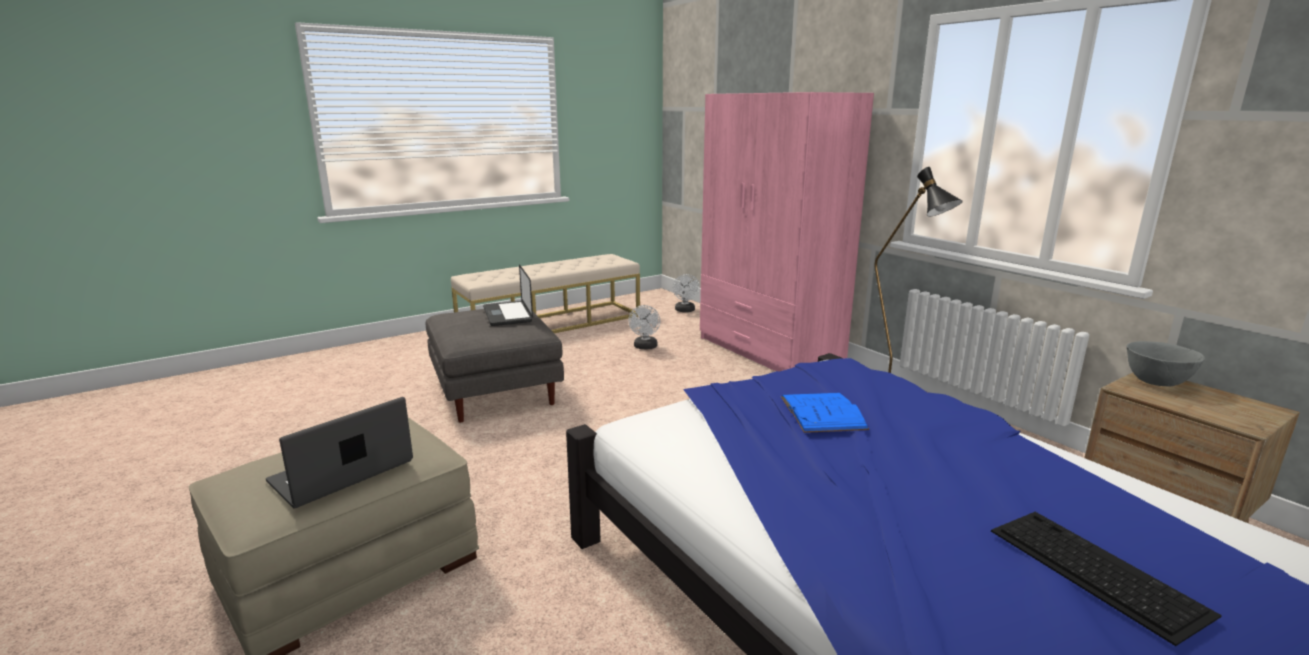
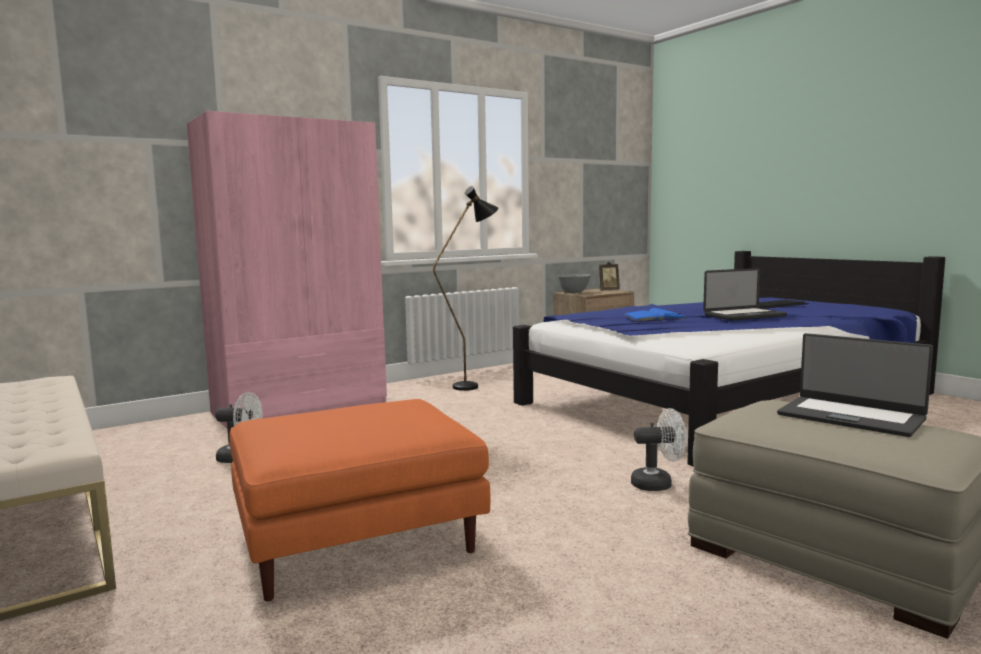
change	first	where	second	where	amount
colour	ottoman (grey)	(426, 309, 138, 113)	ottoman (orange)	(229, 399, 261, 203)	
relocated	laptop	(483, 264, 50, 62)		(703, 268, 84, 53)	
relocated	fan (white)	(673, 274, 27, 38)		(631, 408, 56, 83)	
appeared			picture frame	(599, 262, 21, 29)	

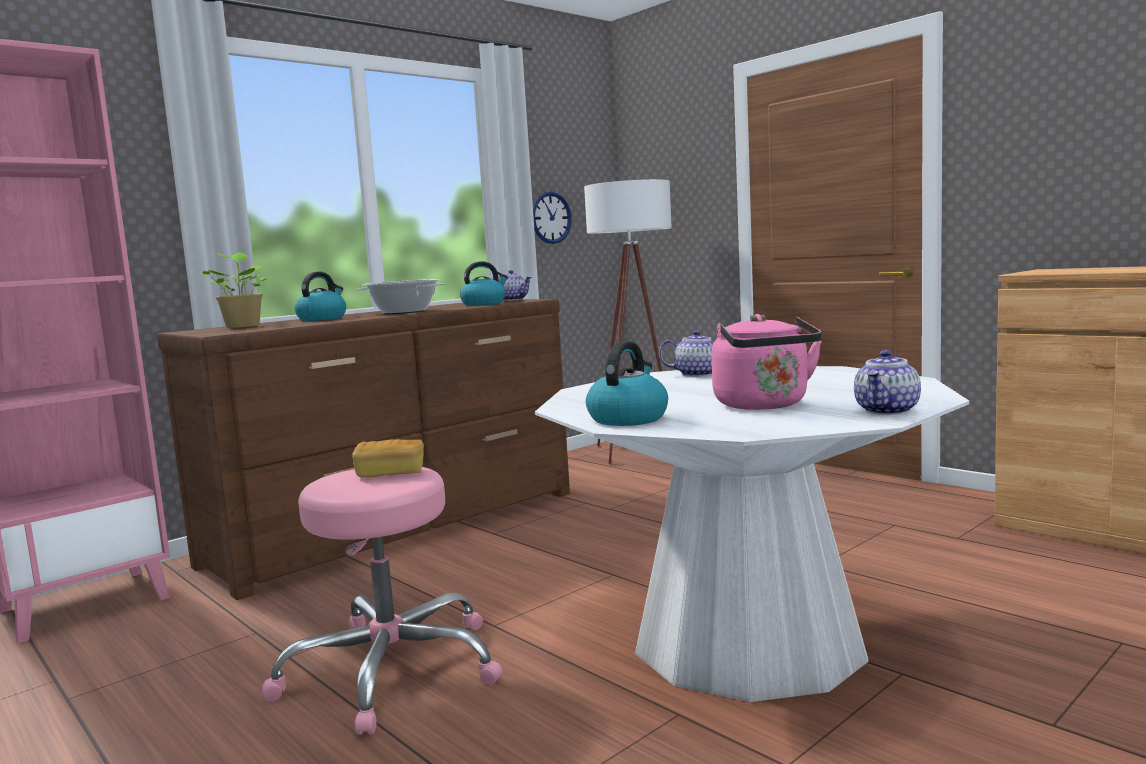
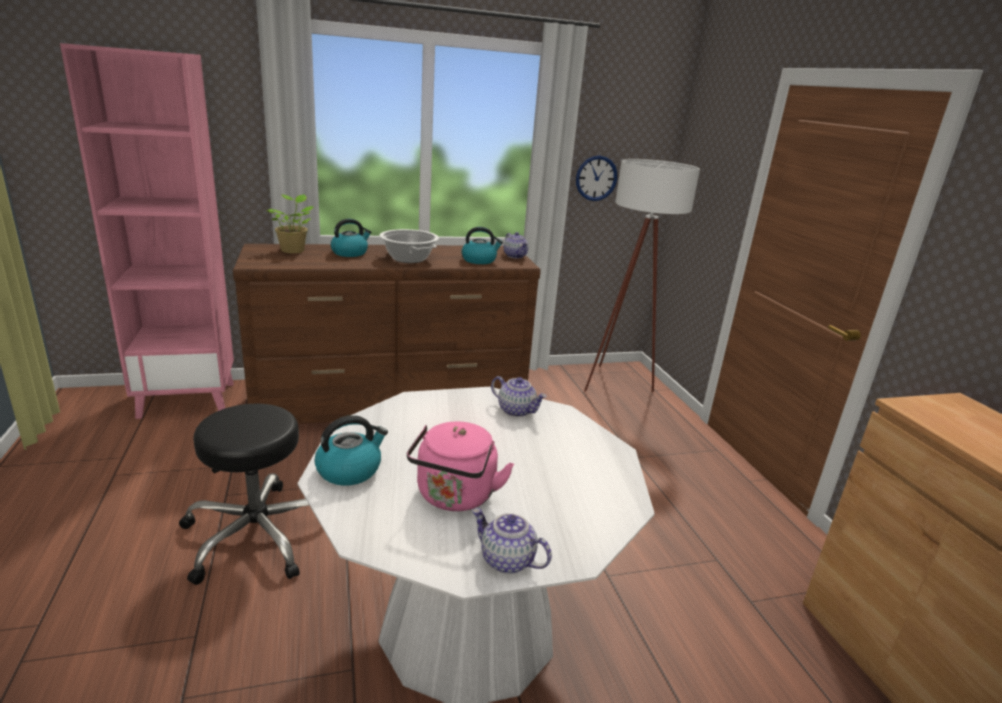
change	first	where	second	where	amount
colour	stool (pink)	(262, 467, 241, 267)	stool (black)	(179, 404, 130, 181)	
missing	bread	(352, 439, 72, 39)			
spun	teapot	(854, 350, 67, 65)		(472, 508, 80, 66)	60 degrees clockwise

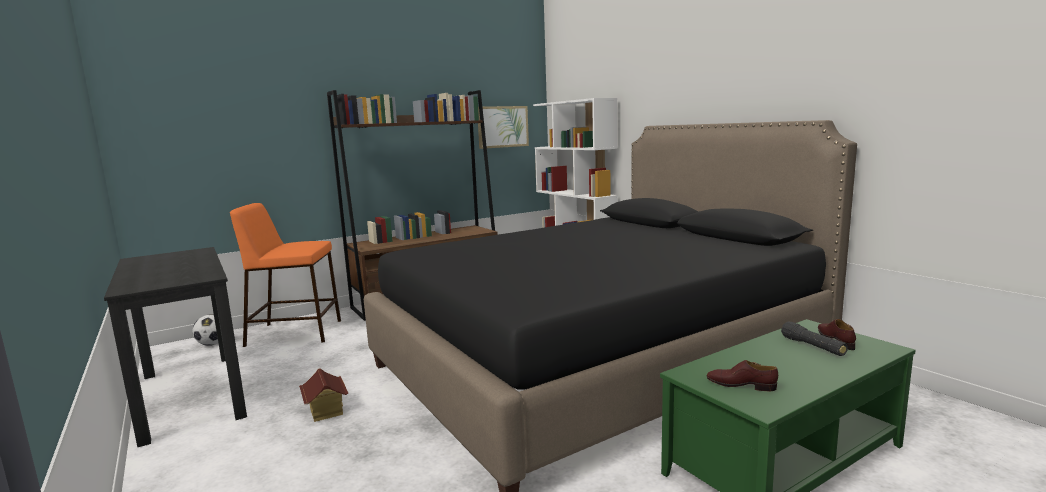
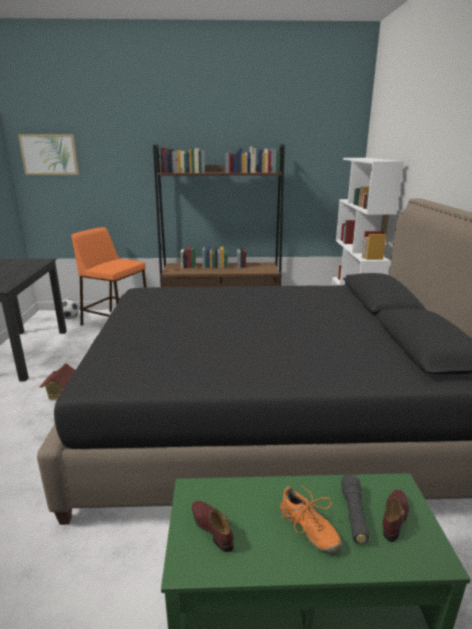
change	first	where	second	where	amount
relocated	picture	(478, 106, 51, 43)		(18, 134, 61, 41)	
appeared			shoe (orange)	(280, 485, 62, 68)	

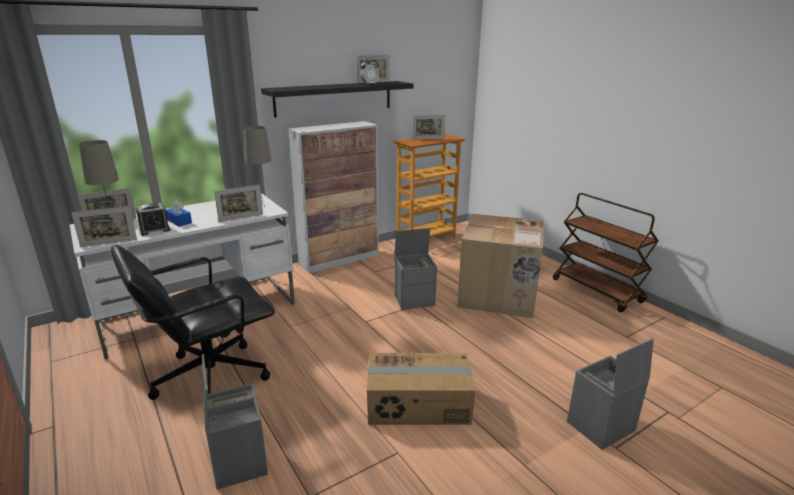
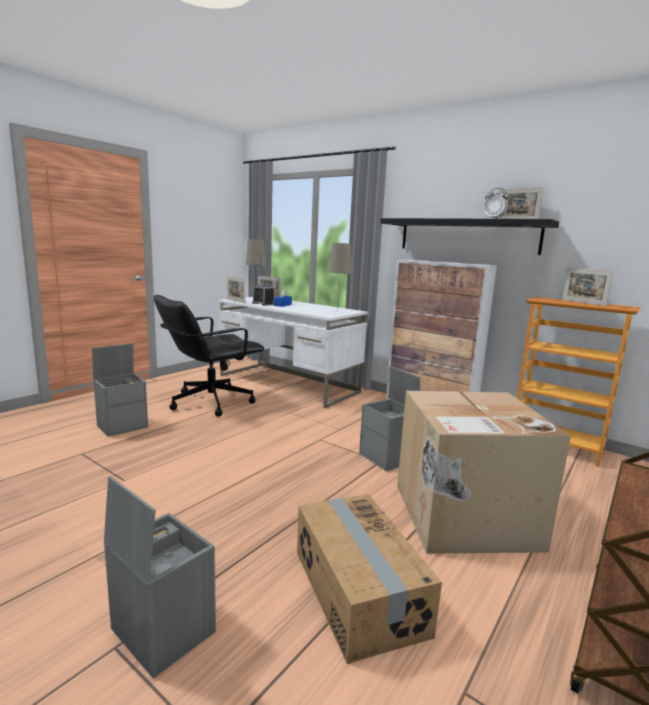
change	first	where	second	where	amount
spun	office chair (black)	(111, 245, 164, 155)		(154, 295, 110, 122)	75 degrees counterclockwise
missing	picture frame	(214, 185, 49, 37)			
relocated	cardboard box	(367, 353, 108, 72)		(297, 494, 145, 170)	

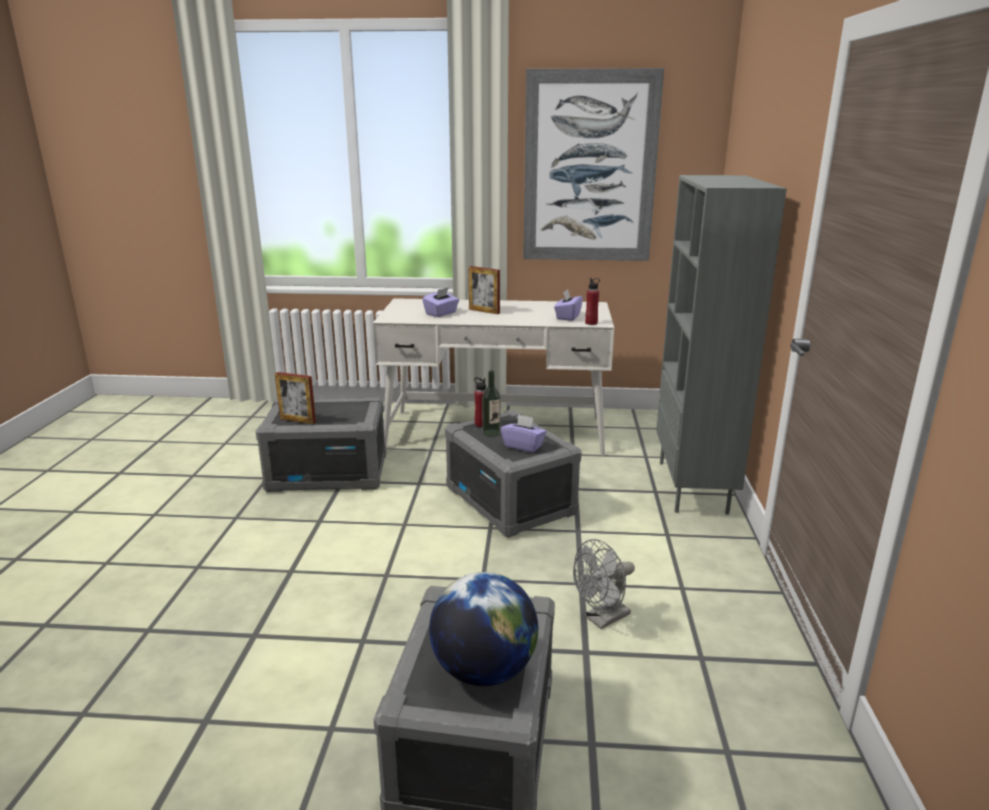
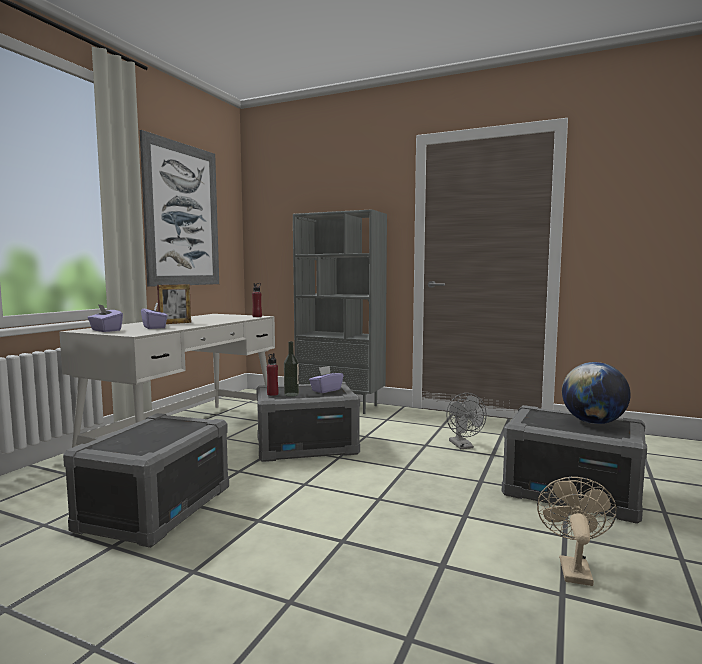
change	first	where	second	where	amount
missing	picture frame	(275, 372, 41, 52)			
relocated	tissue box (purple)	(554, 289, 29, 32)		(88, 304, 35, 28)	
appeared			fan (beige)	(537, 477, 80, 109)	

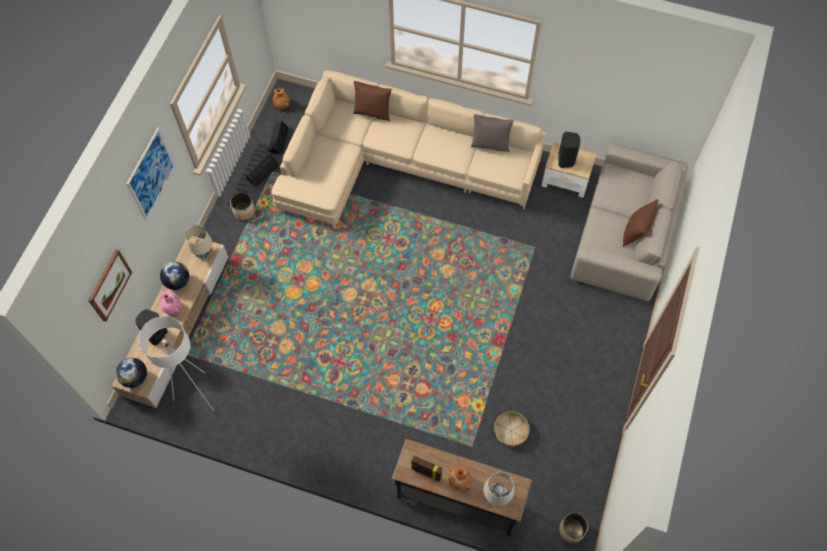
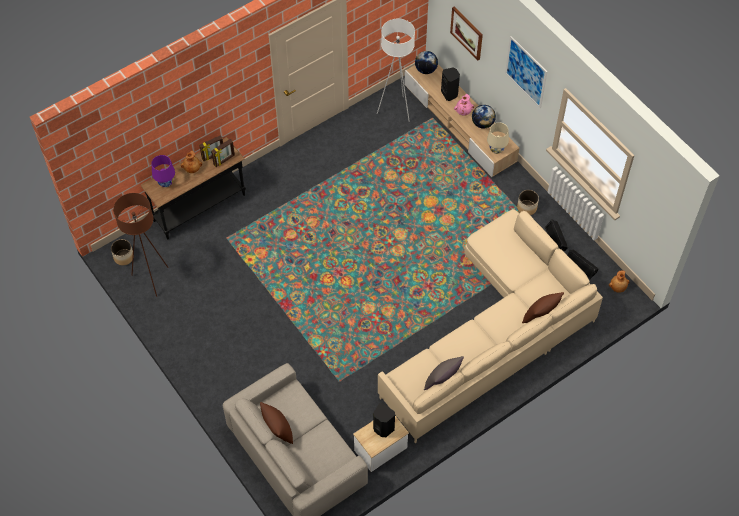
change	first	where	second	where	amount
colour	table lamp (white)	(484, 472, 30, 34)	table lamp (purple)	(152, 155, 23, 32)	
missing	basket	(494, 411, 35, 36)			
appeared			floor lamp (brown)	(113, 193, 55, 104)	
appeared			picture frame	(211, 139, 24, 28)	

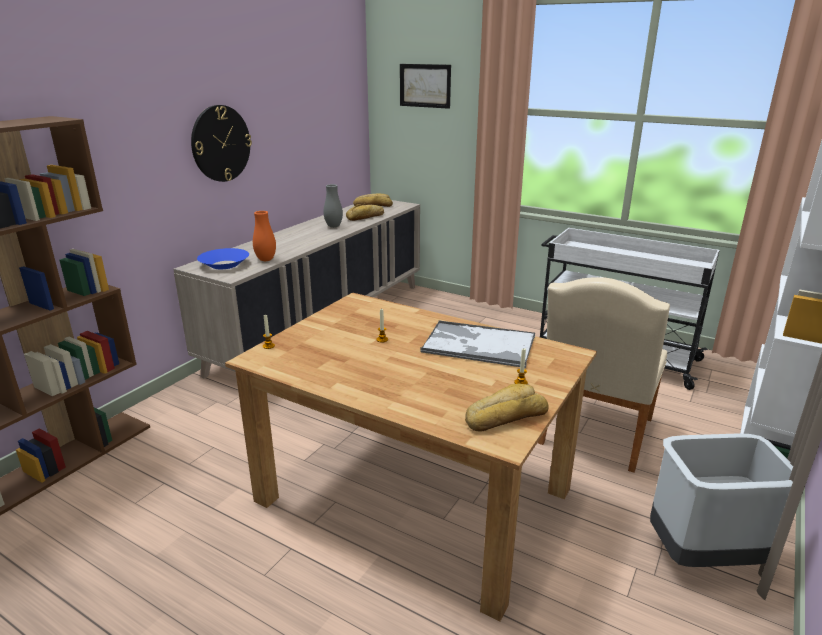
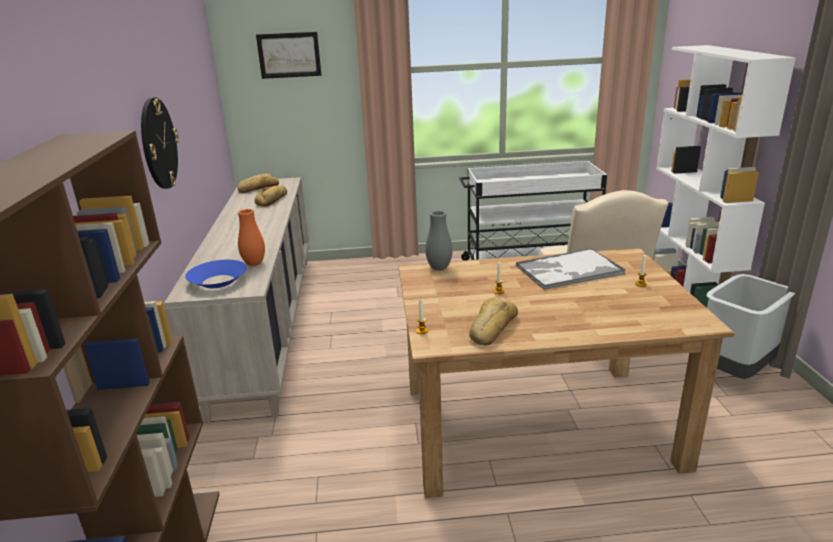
change	first	where	second	where	amount
relocated	vase (grey)	(323, 184, 20, 44)		(425, 211, 28, 60)	
relocated	bread	(465, 384, 84, 48)		(469, 297, 49, 48)	

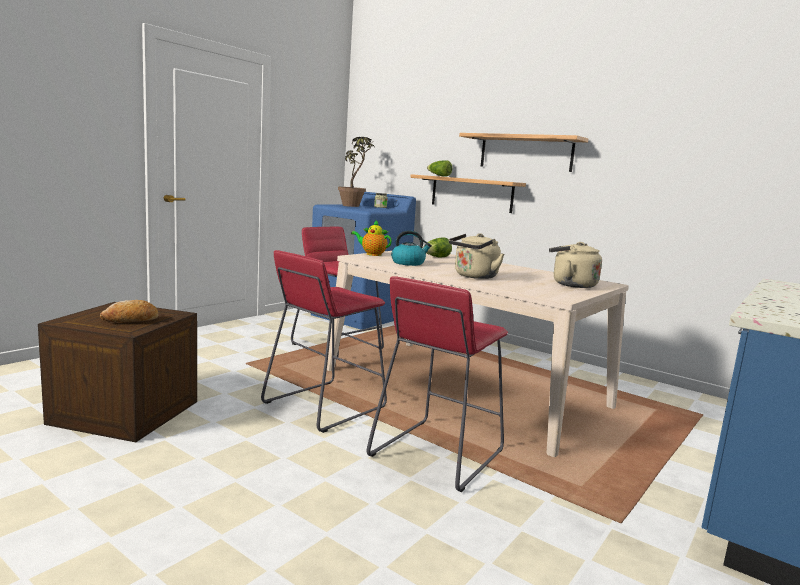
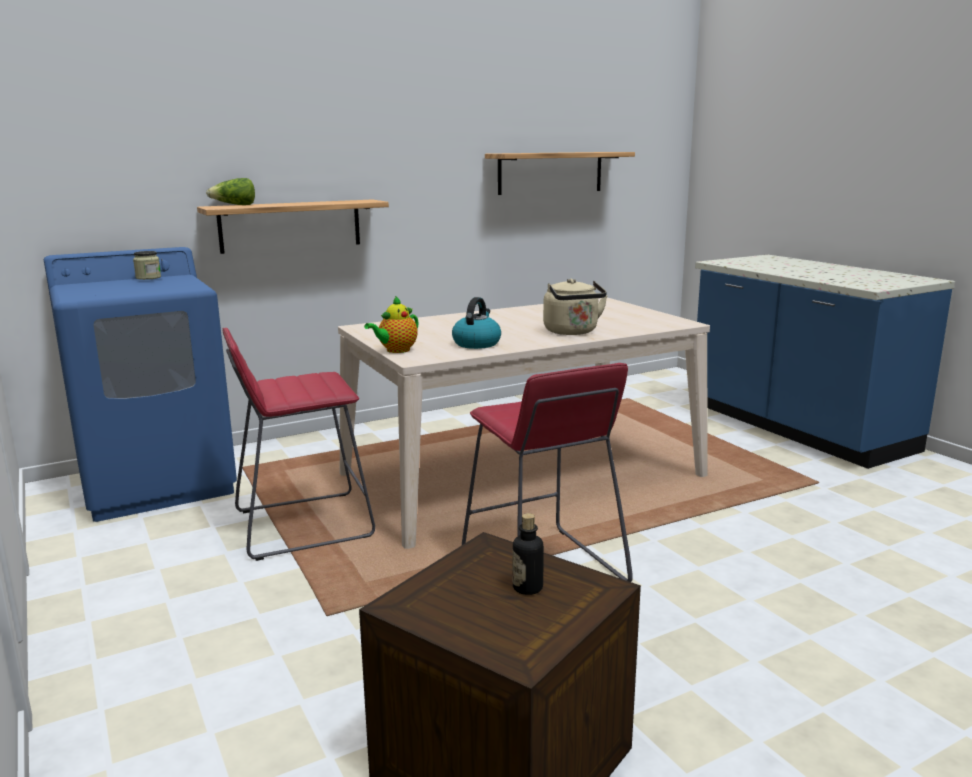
change	first	where	second	where	amount
exchanged	bread	(100, 300, 59, 22)	bottle	(513, 513, 31, 82)	
missing	potted plant	(338, 137, 37, 70)			
missing	stool (red)	(367, 276, 141, 216)			
missing	lettuce	(422, 237, 30, 20)			
relocated	shelf	(459, 133, 129, 39)		(485, 152, 150, 43)	
missing	kettle (beige)	(549, 242, 53, 46)			

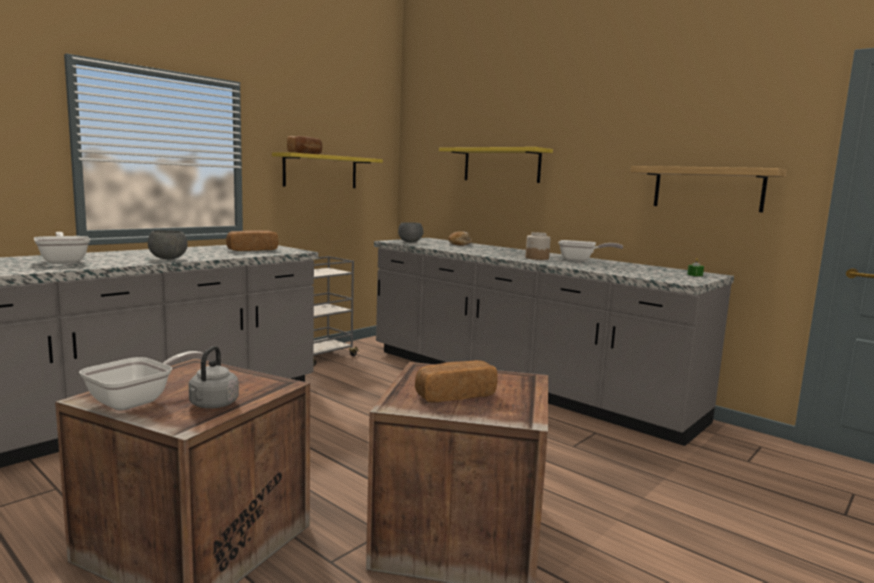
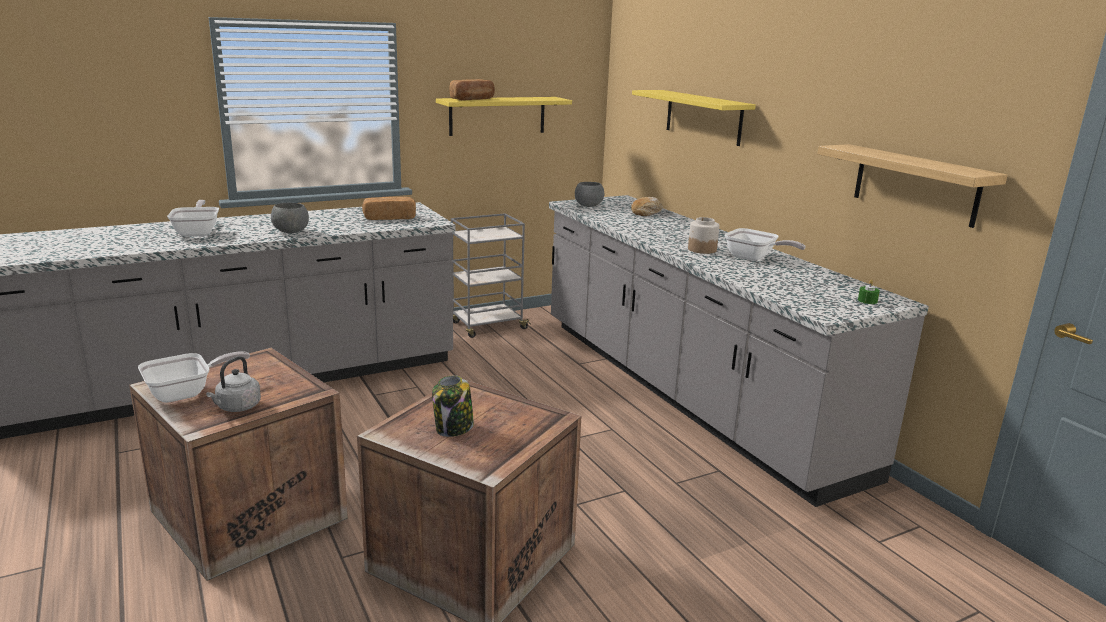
change	first	where	second	where	amount
exchanged	bread	(415, 360, 83, 42)	jar	(432, 376, 42, 61)	

